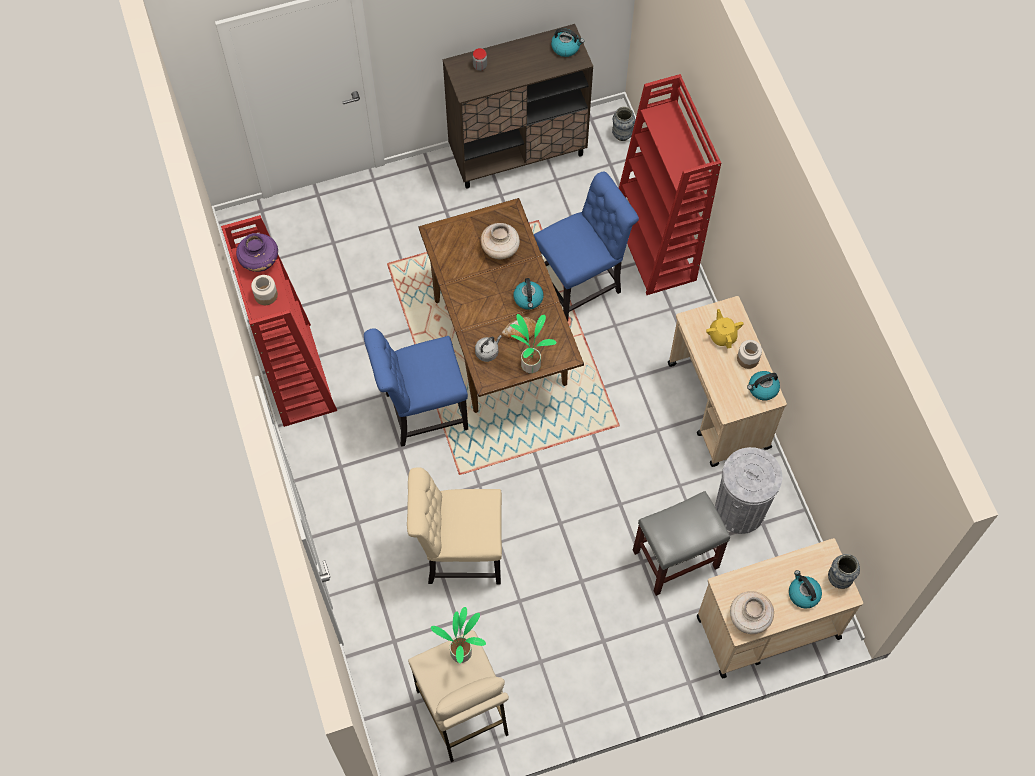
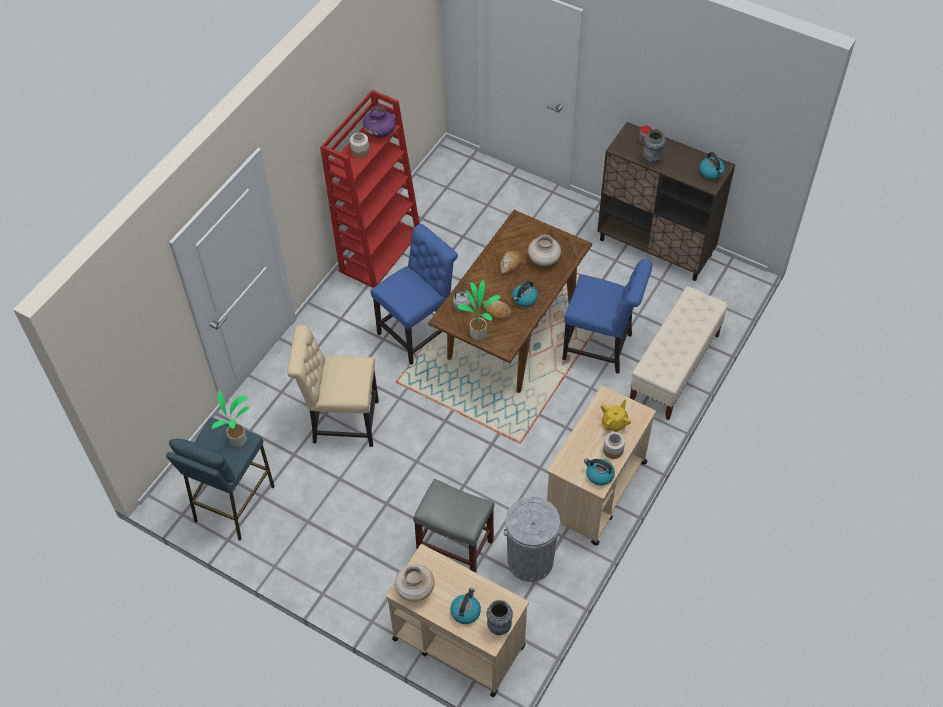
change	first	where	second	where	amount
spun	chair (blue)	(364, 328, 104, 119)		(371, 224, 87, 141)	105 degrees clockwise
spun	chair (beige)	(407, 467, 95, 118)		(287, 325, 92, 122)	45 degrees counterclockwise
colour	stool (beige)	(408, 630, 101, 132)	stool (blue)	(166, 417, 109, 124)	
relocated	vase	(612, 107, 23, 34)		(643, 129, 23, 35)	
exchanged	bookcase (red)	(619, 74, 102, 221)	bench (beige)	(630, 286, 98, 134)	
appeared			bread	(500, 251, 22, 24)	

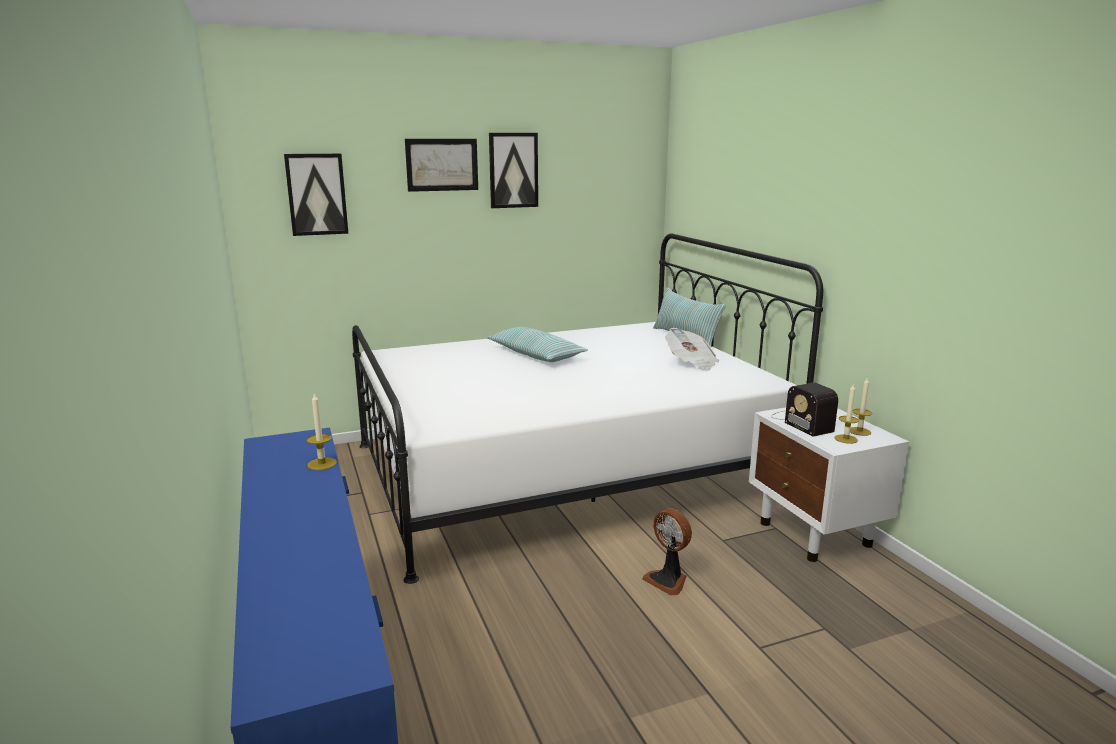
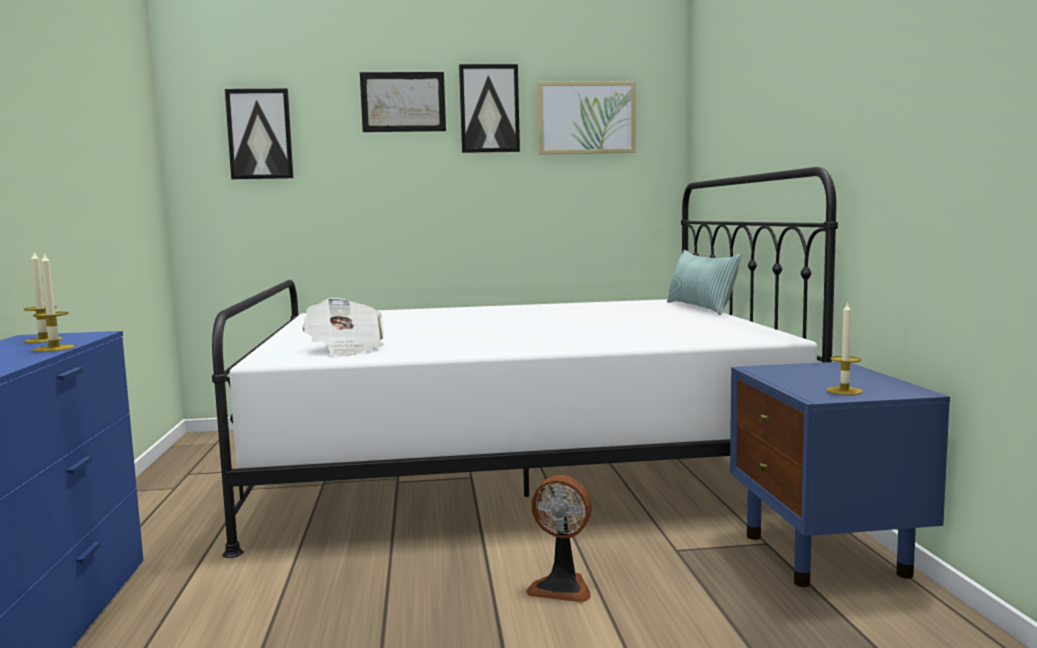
change	first	where	second	where	amount
missing	pillow	(487, 327, 101, 35)			
spun	fan	(642, 508, 50, 87)		(526, 475, 66, 127)	45 degrees counterclockwise
relocated	newspaper	(665, 328, 54, 43)		(302, 298, 82, 59)	
colour	nightstand (white)	(749, 407, 160, 155)	nightstand (blue)	(730, 362, 220, 225)	
missing	radio	(771, 382, 67, 55)			
relocated	candle	(850, 378, 22, 58)		(24, 252, 39, 91)	
appeared			picture	(538, 81, 98, 73)	

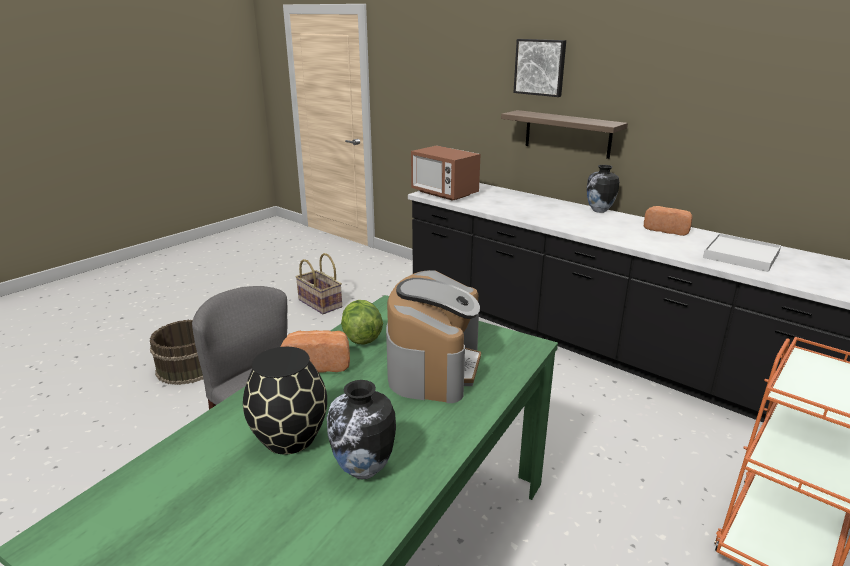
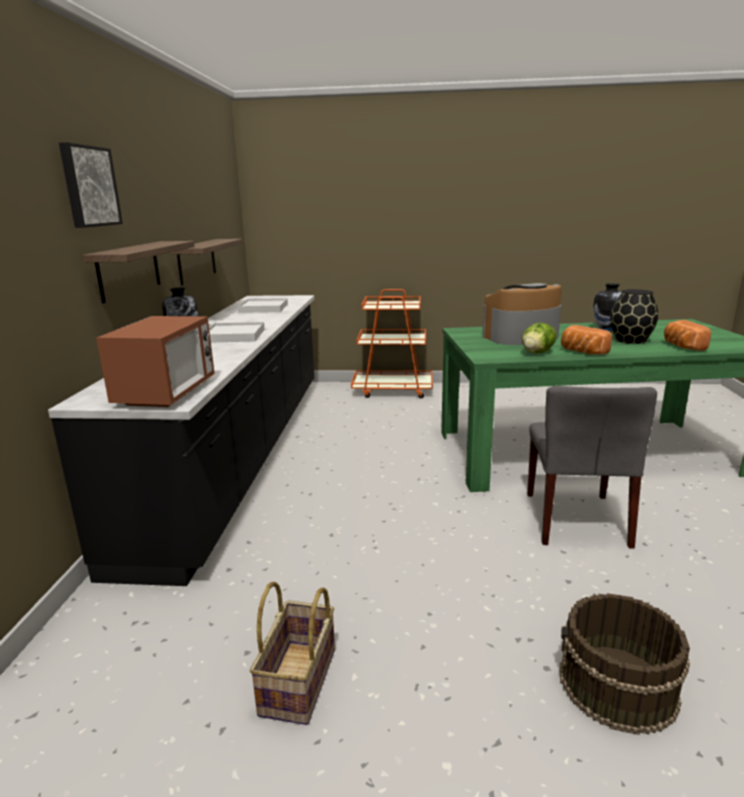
change	first	where	second	where	amount
relocated	bread	(644, 206, 48, 30)		(664, 320, 47, 31)	
appeared			shelf	(171, 239, 72, 46)	
appeared			tray (white)	(209, 322, 56, 20)	

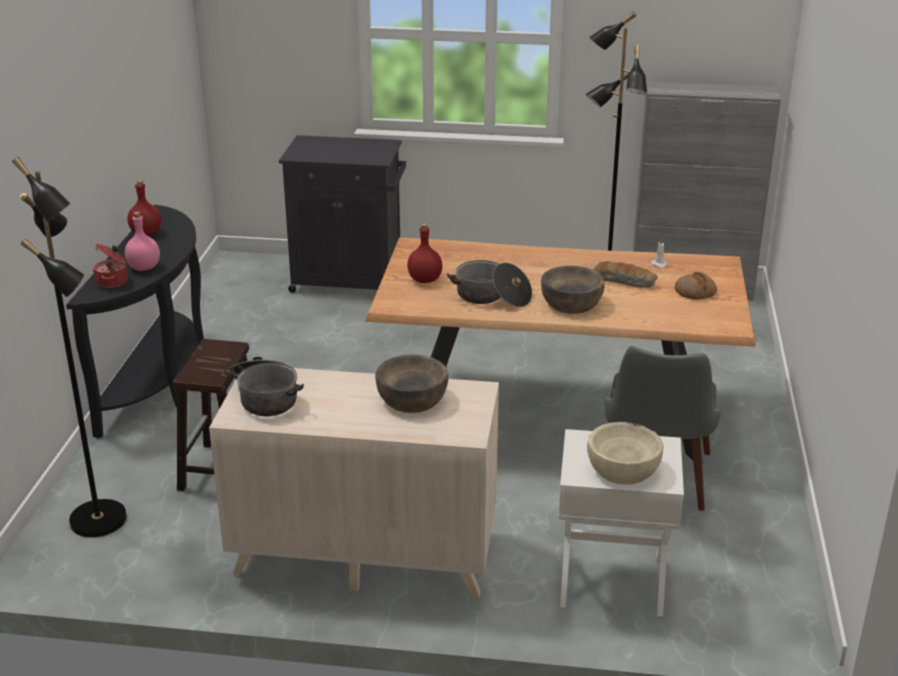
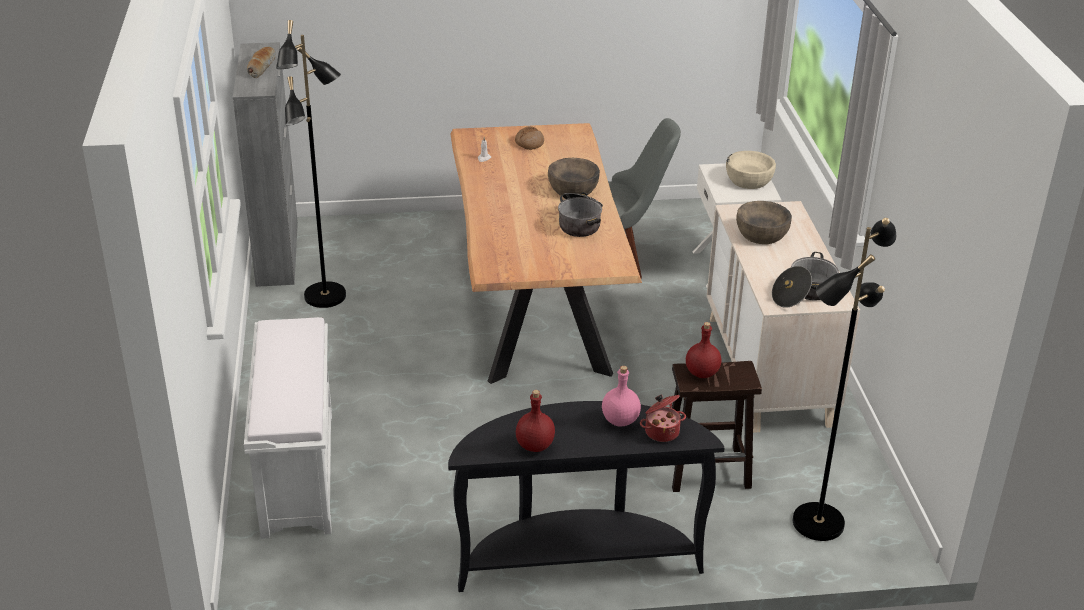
change	first	where	second	where	amount
exchanged	cabinet (black)	(279, 135, 127, 158)	bench (white)	(244, 317, 88, 222)	
relocated	bottle (red)	(407, 223, 35, 60)		(686, 322, 35, 56)	
relocated	bread	(594, 261, 63, 27)		(247, 47, 28, 31)	

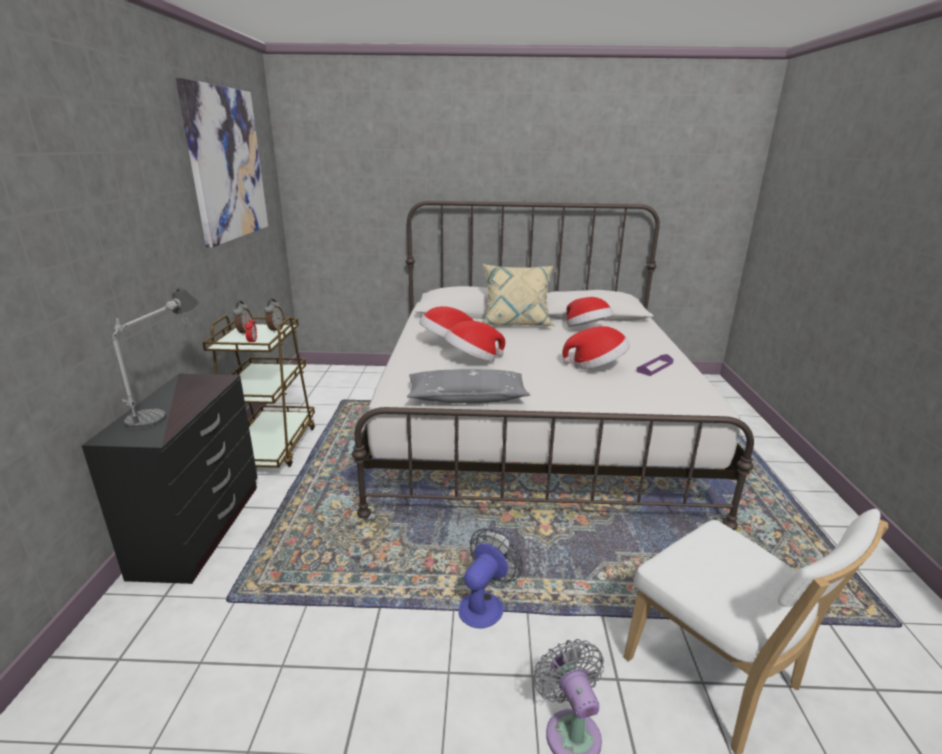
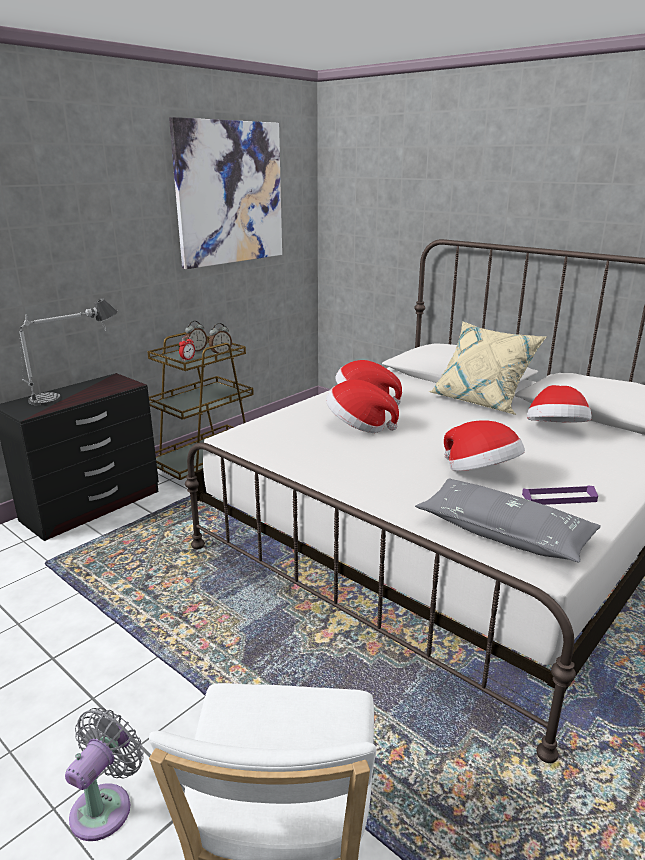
change	first	where	second	where	amount
relocated	pillow (grey)	(407, 369, 123, 34)		(415, 479, 186, 84)	
missing	fan	(458, 528, 65, 101)			

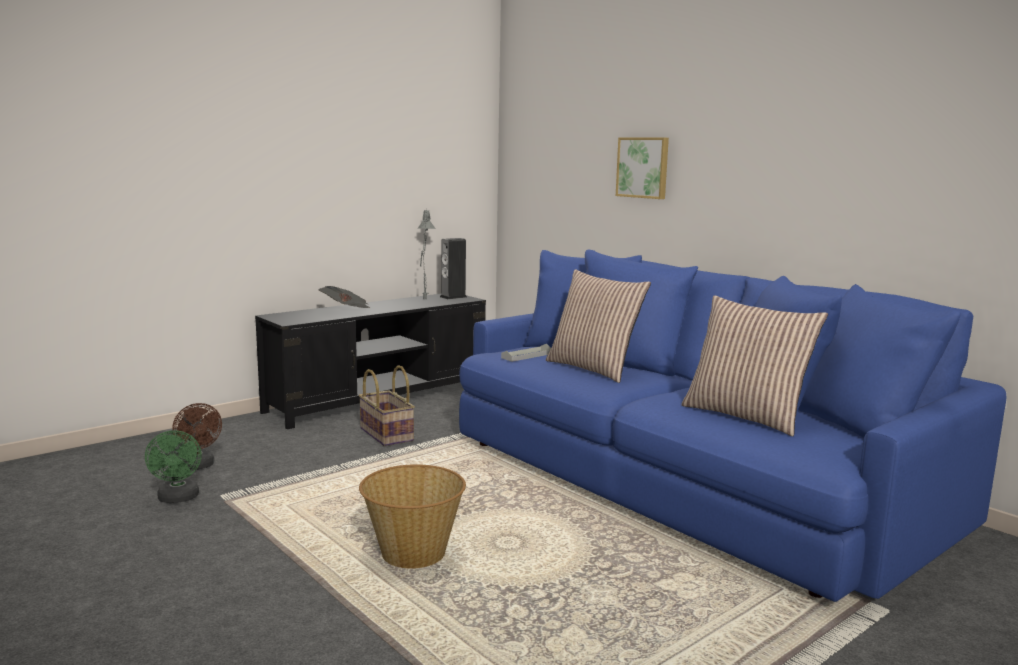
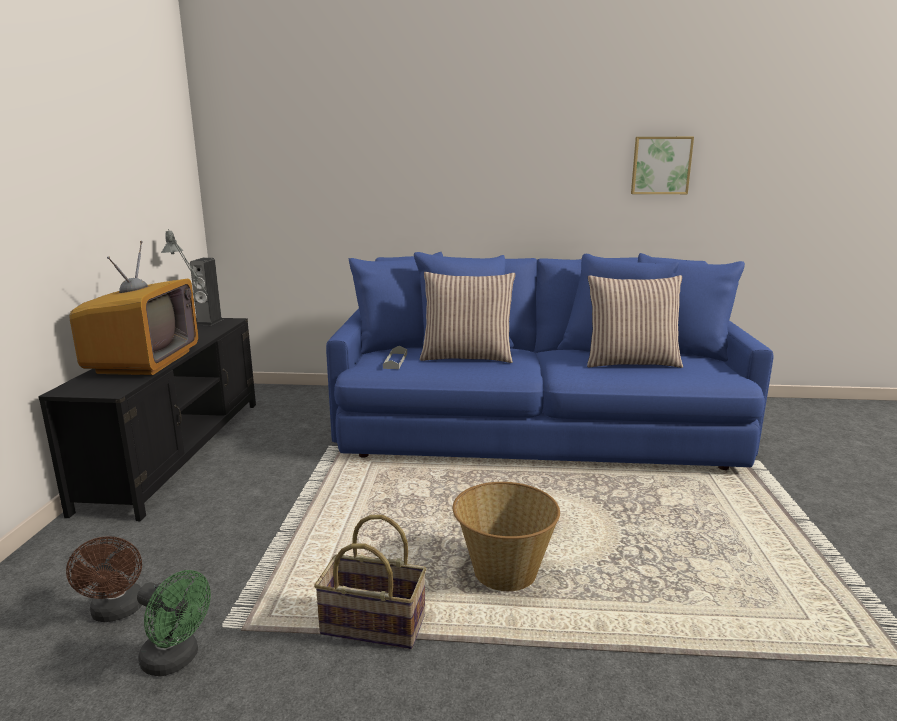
change	first	where	second	where	amount
spun	fan (brown)	(172, 403, 50, 67)		(66, 536, 76, 86)	60 degrees clockwise
exchanged	newspaper	(318, 286, 52, 22)	television	(70, 241, 128, 134)	
relocated	basket	(359, 365, 56, 81)		(314, 515, 112, 134)	
relocated	picture	(616, 138, 53, 61)		(631, 137, 63, 57)	

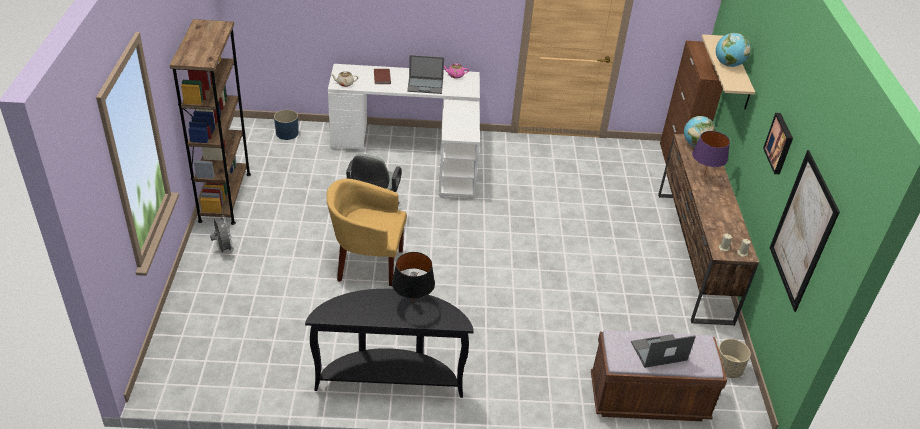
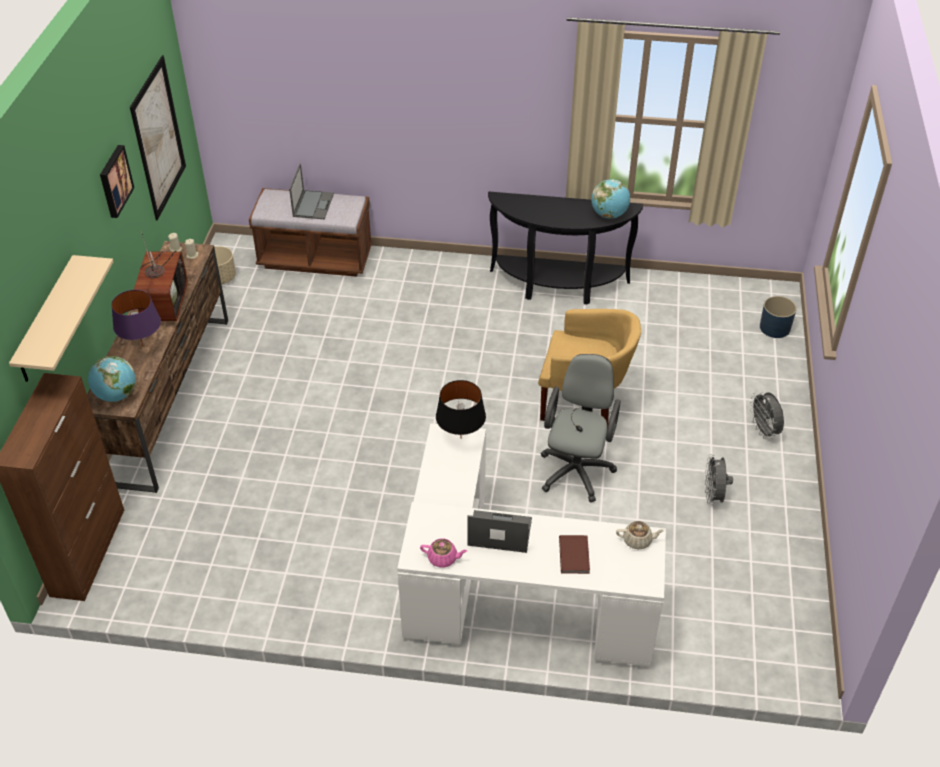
change	first	where	second	where	amount
missing	bookcase (brown)	(170, 19, 81, 206)			
relocated	planter (blue)	(274, 110, 25, 30)		(760, 296, 37, 42)	
relocated	table lamp (black)	(392, 252, 43, 51)		(436, 380, 50, 55)	
spun	laptop	(631, 334, 65, 34)		(289, 164, 45, 56)	75 degrees counterclockwise
relocated	globe	(716, 33, 34, 34)		(591, 179, 39, 40)	
appeared			television	(134, 231, 54, 90)	
appeared			fan (grey)	(705, 454, 28, 51)	

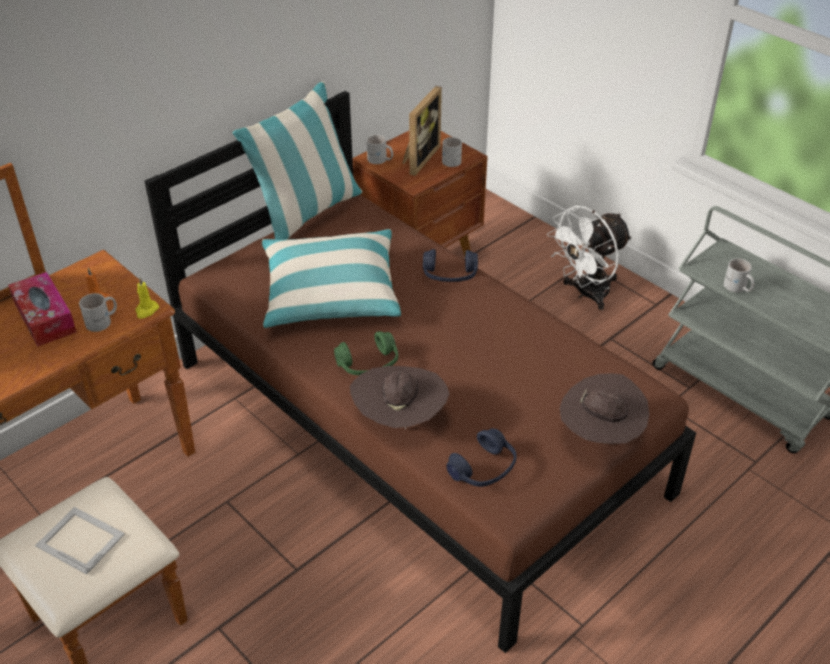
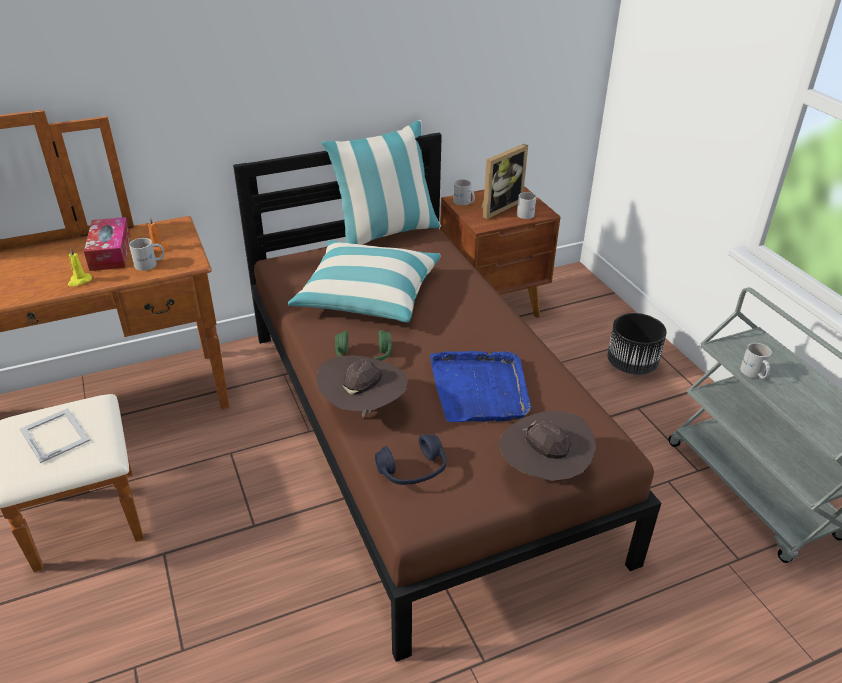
change	first	where	second	where	amount
relocated	candle (yellow)	(135, 277, 24, 42)		(68, 248, 24, 38)	
missing	headphones (blue)	(423, 249, 55, 33)			
exchanged	fan (white)	(547, 205, 85, 105)	planter (black)	(607, 313, 60, 62)	
appeared			tray (blue)	(430, 351, 101, 71)	

